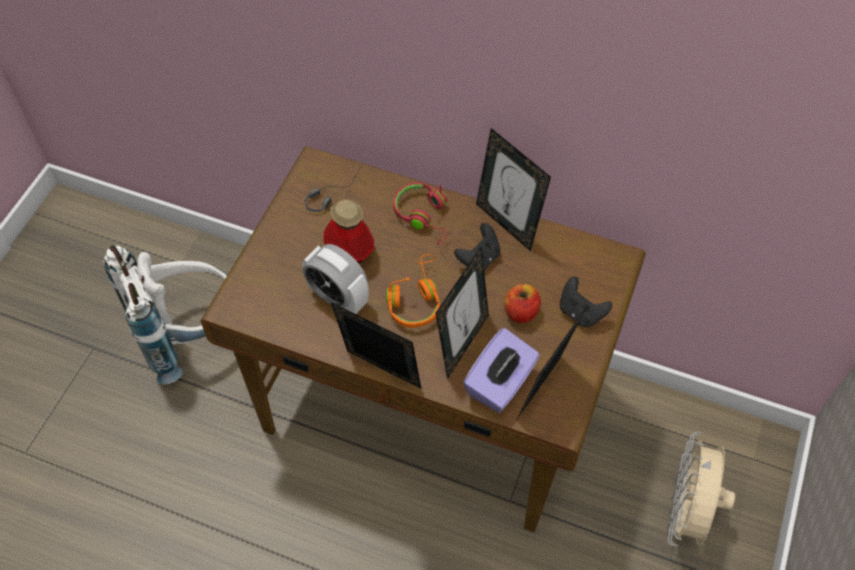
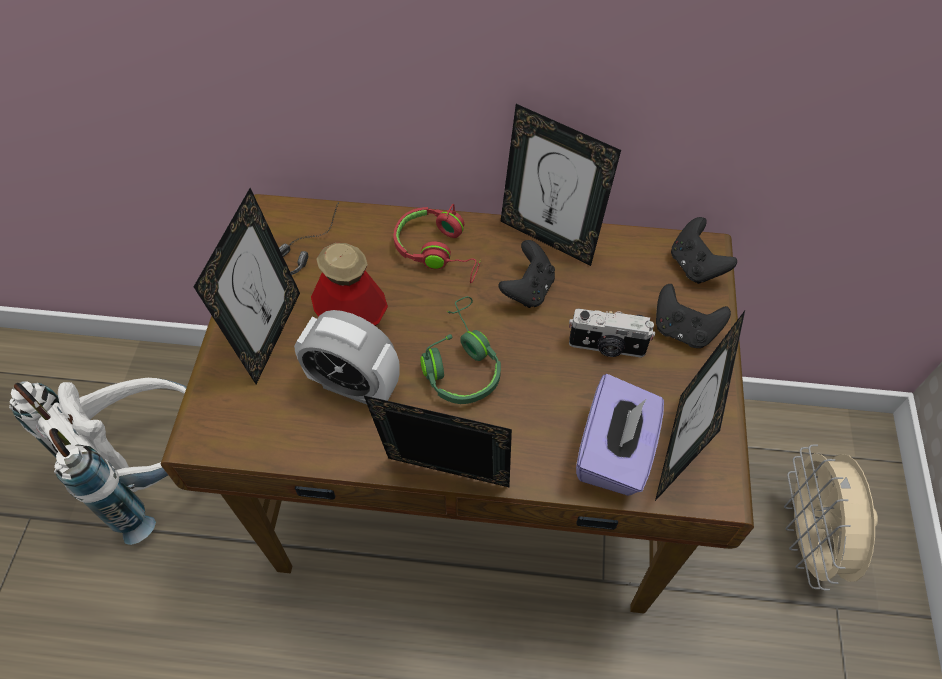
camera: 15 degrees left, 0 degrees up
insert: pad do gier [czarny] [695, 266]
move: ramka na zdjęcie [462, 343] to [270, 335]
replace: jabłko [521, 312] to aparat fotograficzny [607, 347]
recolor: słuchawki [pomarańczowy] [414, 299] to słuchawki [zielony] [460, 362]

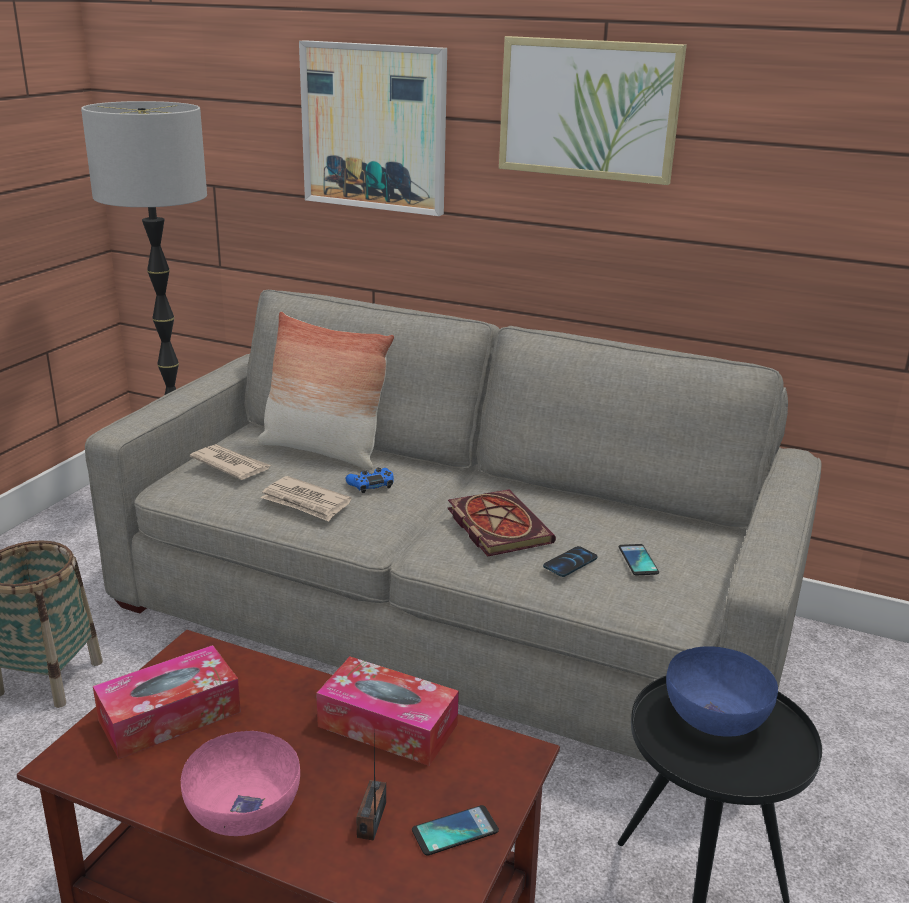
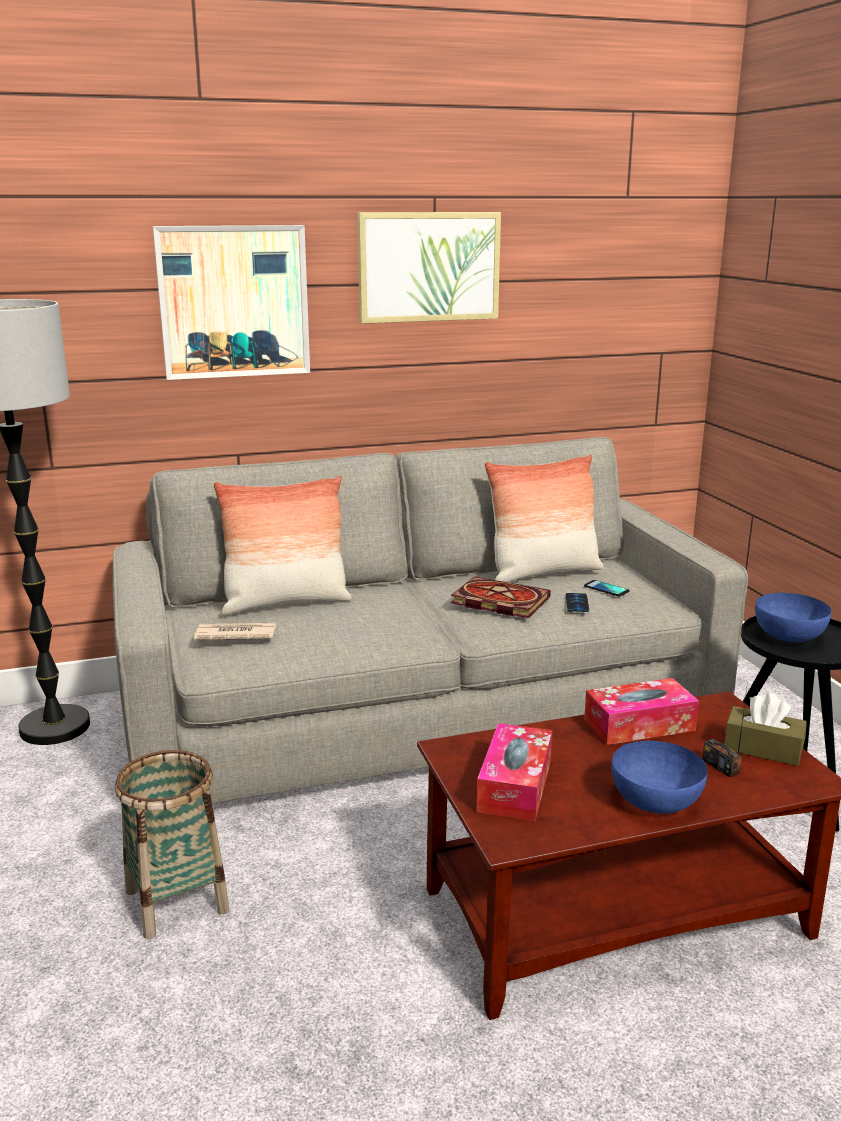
camera: 40 degrees left, 5 degrees down
delete: pad do gier [niebieski] [371, 485]; gazeta [306, 502]
insert: poduszka [543, 573]
replace: telefon [455, 831] to pudełko chusteczek [brązowy] [762, 749]
recolor: miska [różowy] [242, 810] to miska [niebieski] [655, 800]

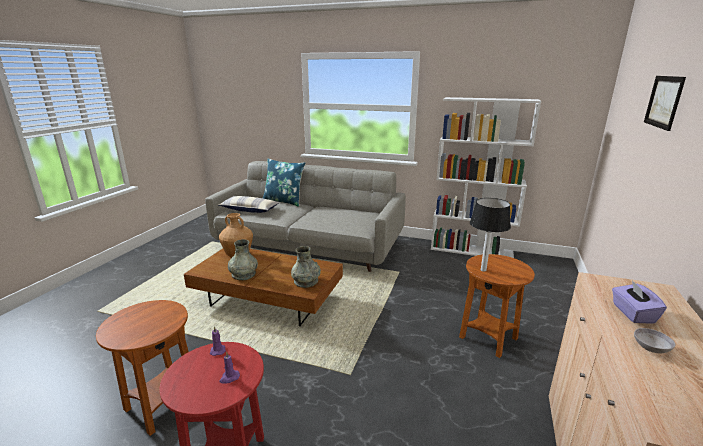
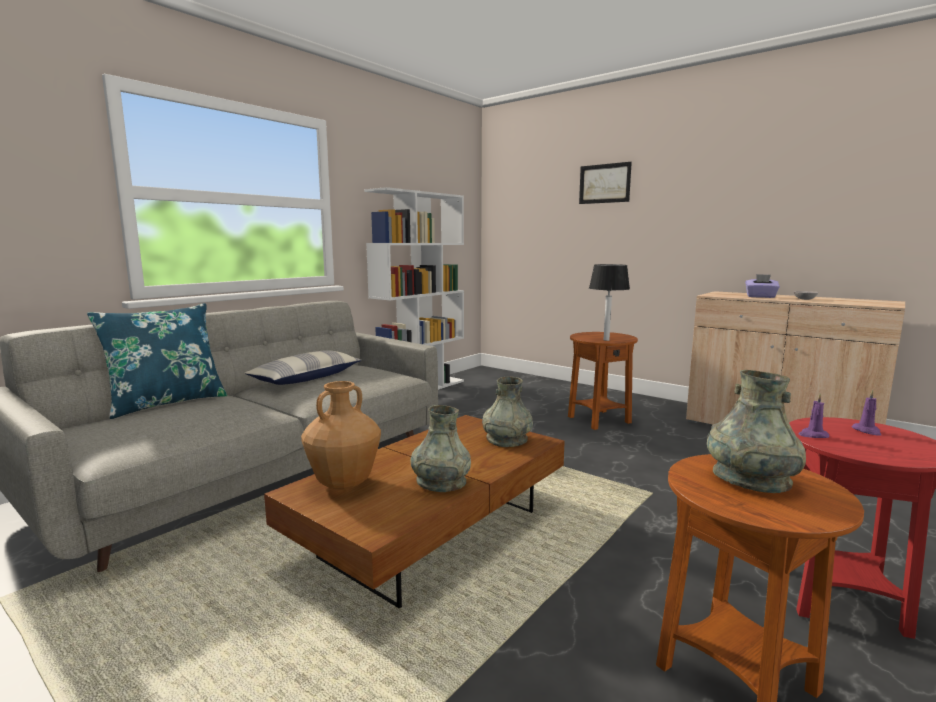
camera: 70 degrees left, 10 degrees down
insert: wazon [szary] [750, 479]
move: poduszka [249, 210] to [306, 378]

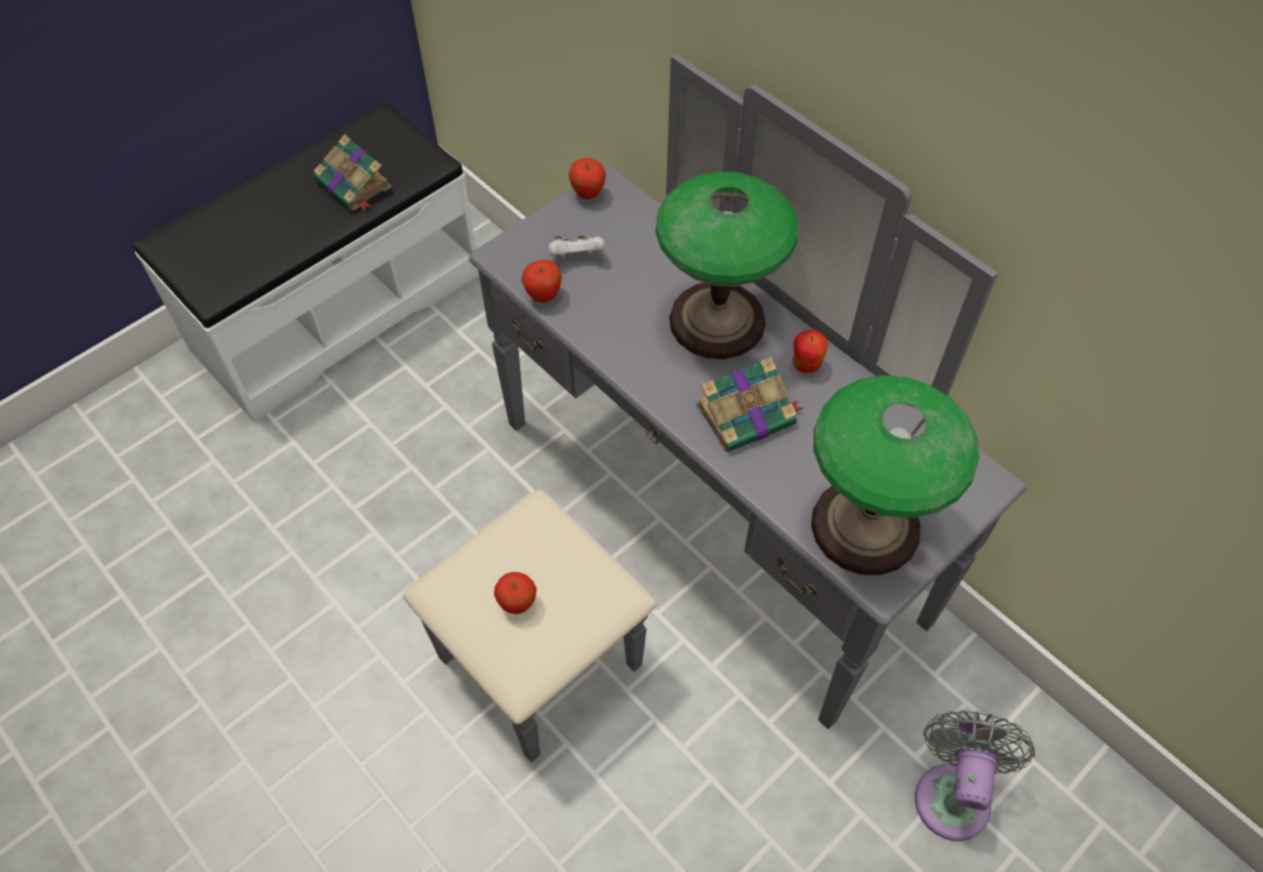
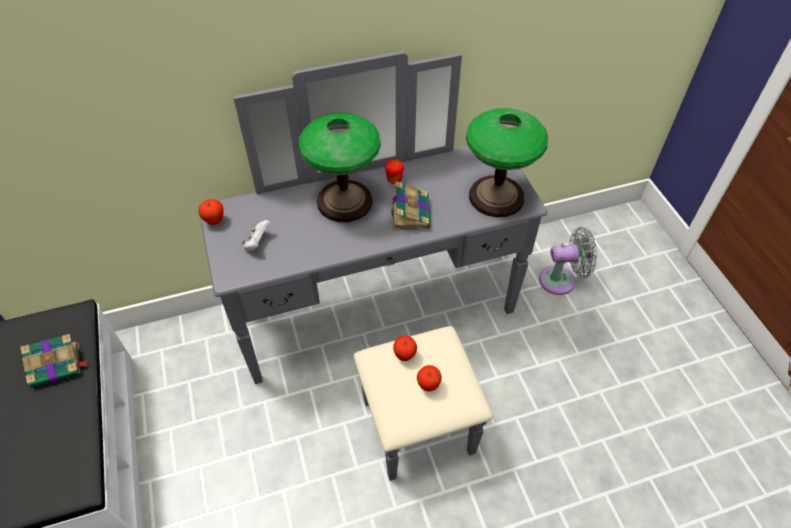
camera: 65 degrees left, 5 degrees down
move: jabłko [543, 296] to [404, 356]
rotate: wentylator [szary] [953, 793] = [561, 280] 135 degrees clockwise

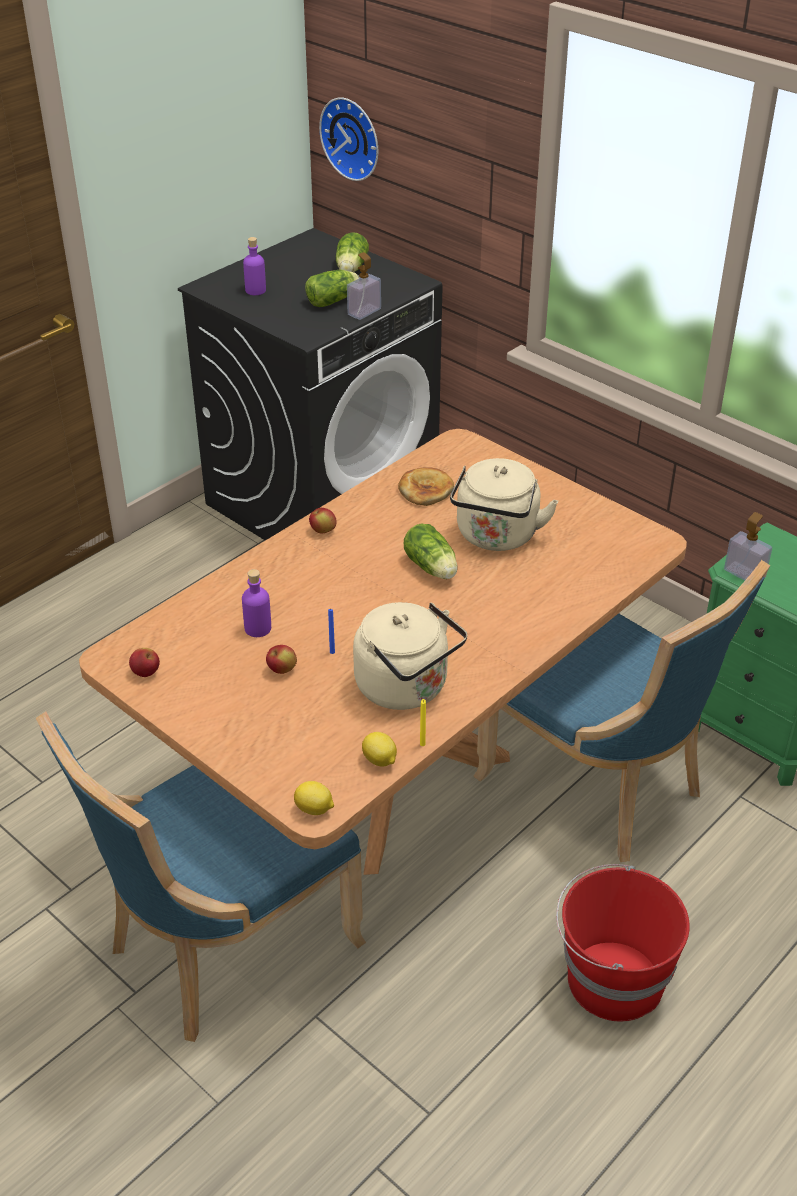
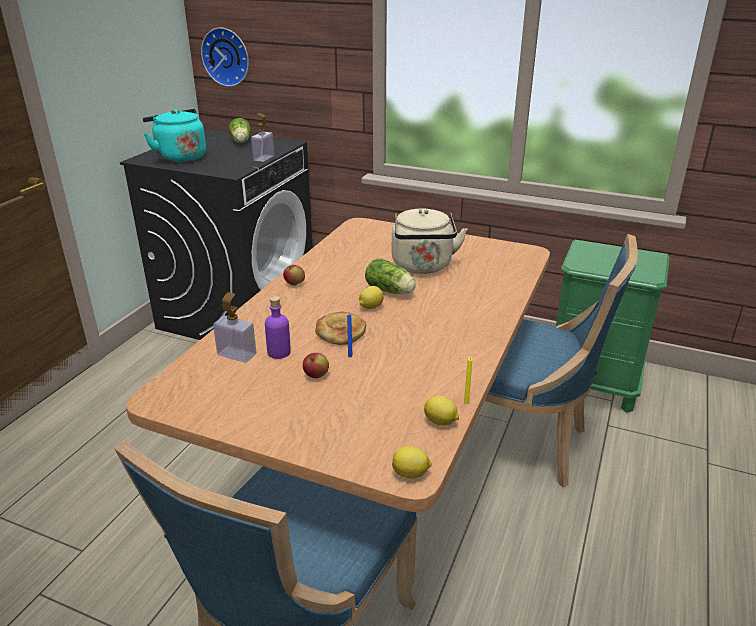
camera: 20 degrees left, 10 degrees down
delete: sałata [334, 300]; czajnik [beżowy] [406, 688]; jabłko [146, 673]; wiadro [czerwony] [612, 980]
insert: cytryna [370, 307]
move: chleb [425, 490] to [340, 331]; dozownik mydła [744, 573] to [237, 354]
replace: butelka [fioletowy] [255, 290] to czajnik [turkusowy] [179, 157]

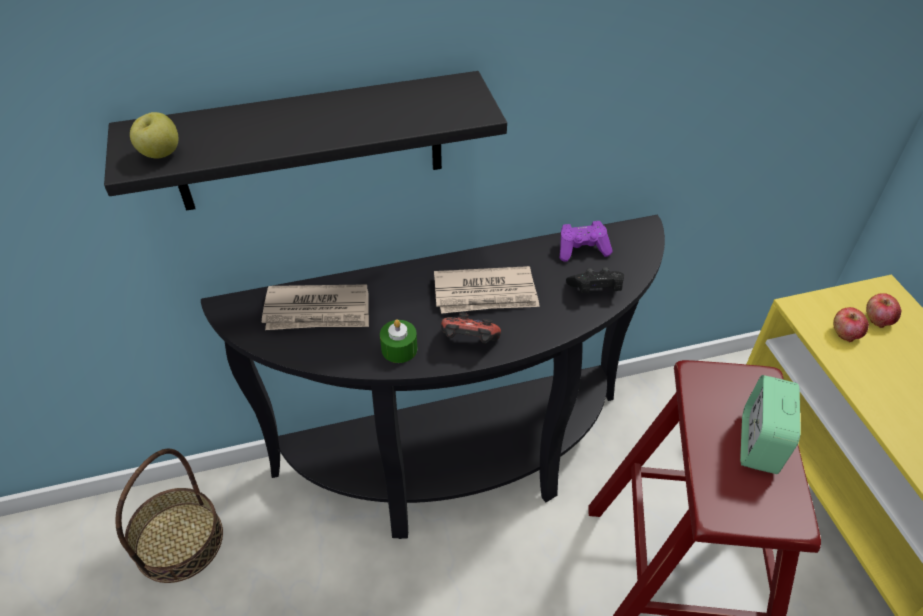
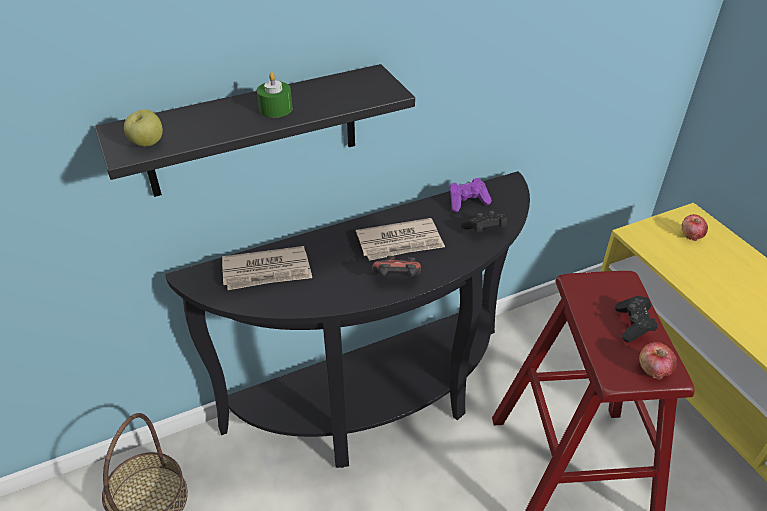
camera: 10 degrees left, 5 degrees down
move: jabłko [845, 333] to [653, 370]; świeca [zielony] [399, 349] to [276, 109]
replace: budzik [759, 444] to pad do gier [czarny] [633, 325]

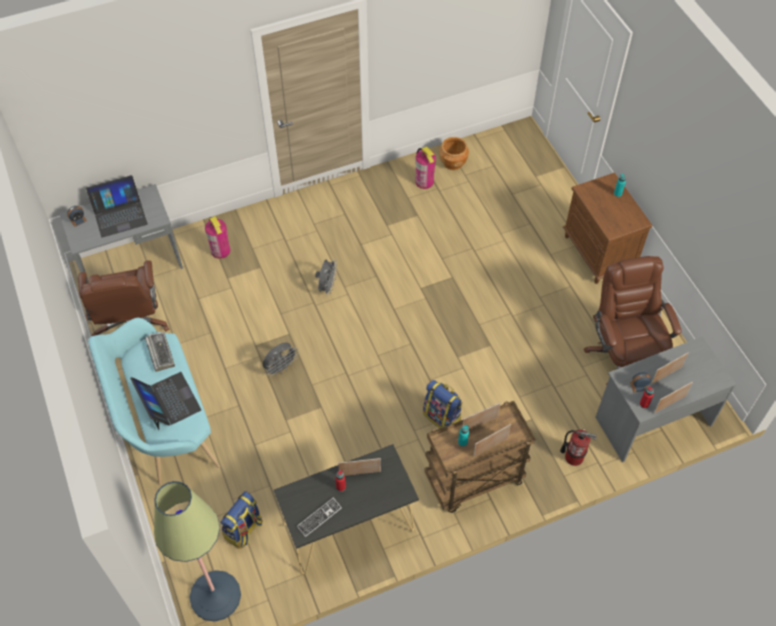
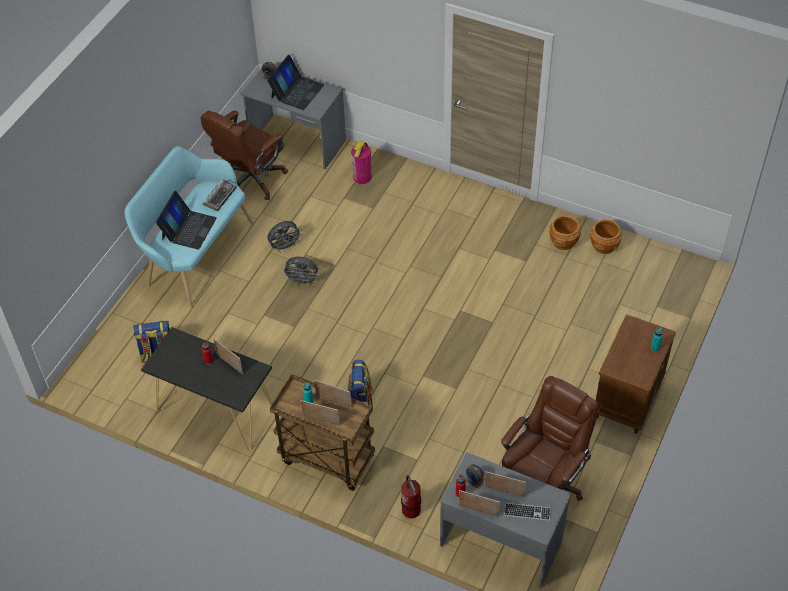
camera: 50 degrees right, 5 degrees down
delete: lampa stojąca [215, 596]
move: wentylator [szary] [327, 287] to [285, 246]; klawiatura [319, 517] to [527, 512]
replace: gaśnica [424, 181] to donica [brązowy] [563, 242]
rotate: laptop [120, 215] = [297, 91] 90 degrees counterclockwise

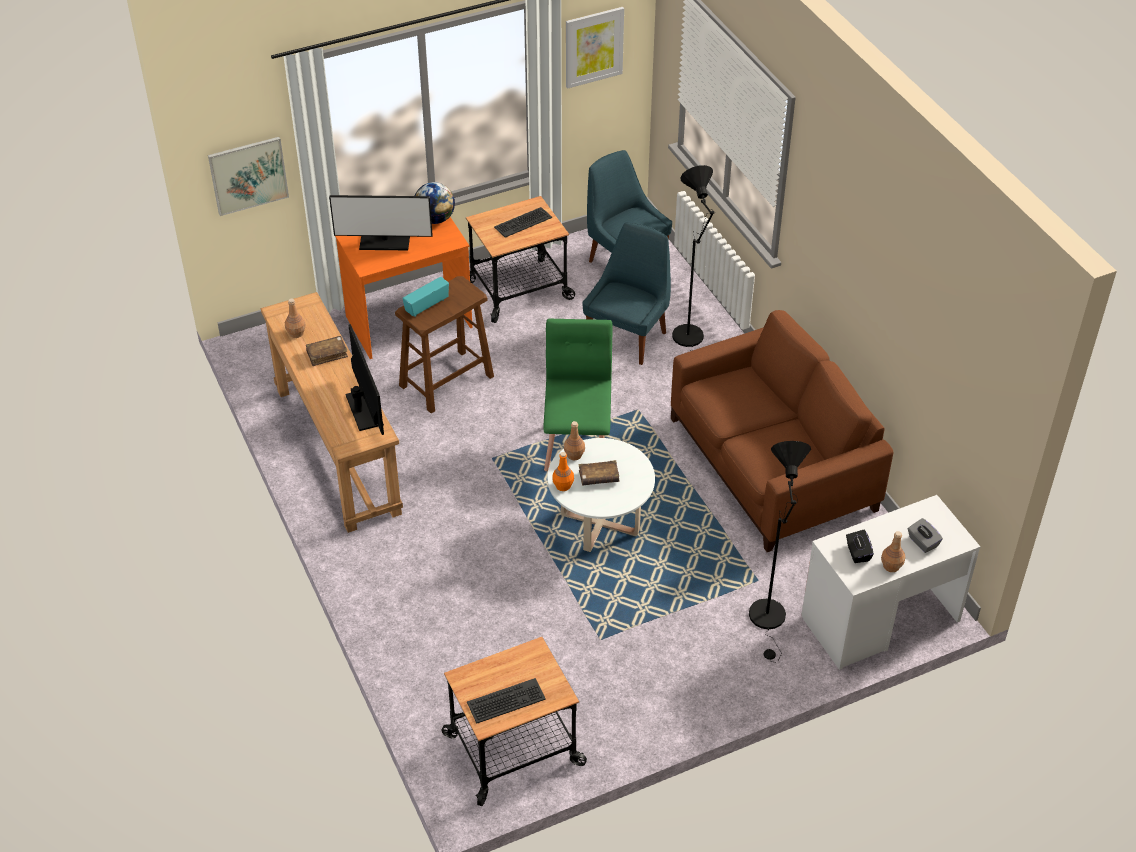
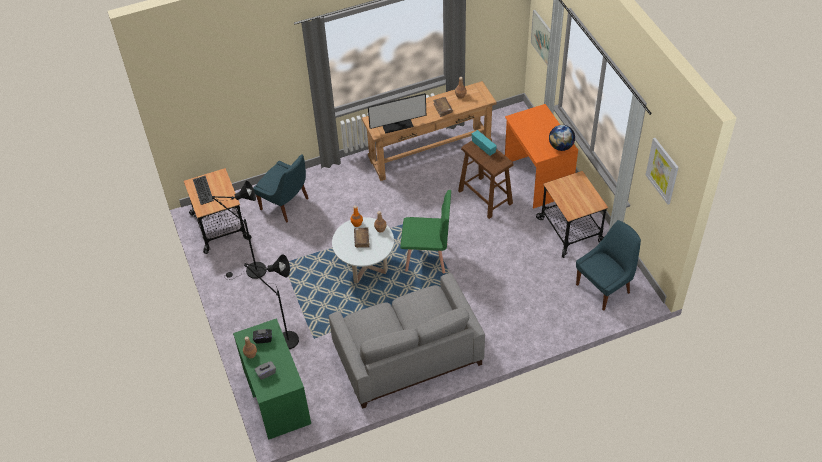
camera: 95 degrees right, 5 degrees up
delete: monitor [384, 243]; klawiatura [523, 222]
move: lampa stojąca [czarny] [691, 340] to [252, 272]; krzesło [niebieski] [628, 337] to [286, 205]
recolor: kanapa [brązowy] [771, 464] to kanapa [szary] [407, 354]; biurko [biały] [880, 619] to biurko [zielony] [276, 397]

